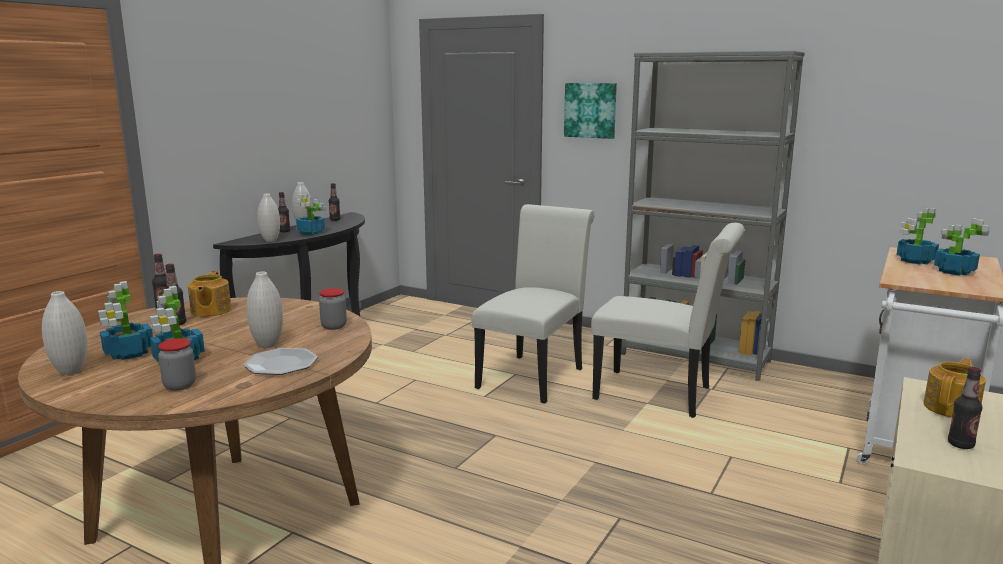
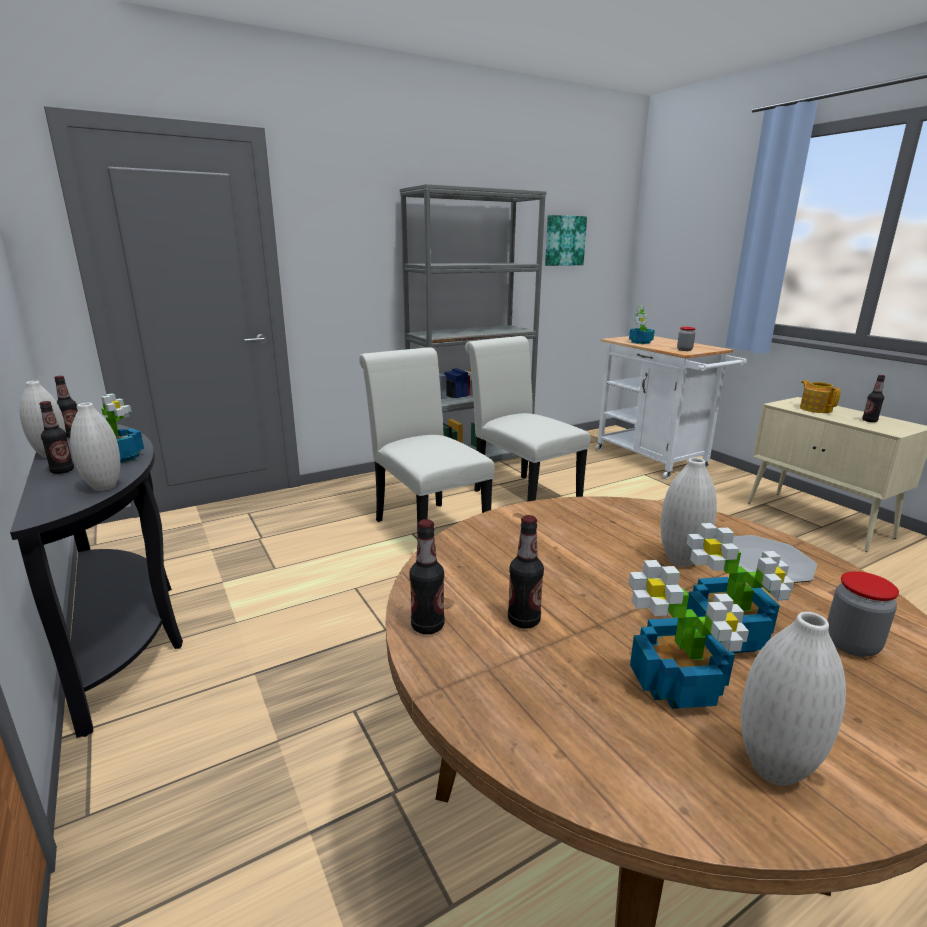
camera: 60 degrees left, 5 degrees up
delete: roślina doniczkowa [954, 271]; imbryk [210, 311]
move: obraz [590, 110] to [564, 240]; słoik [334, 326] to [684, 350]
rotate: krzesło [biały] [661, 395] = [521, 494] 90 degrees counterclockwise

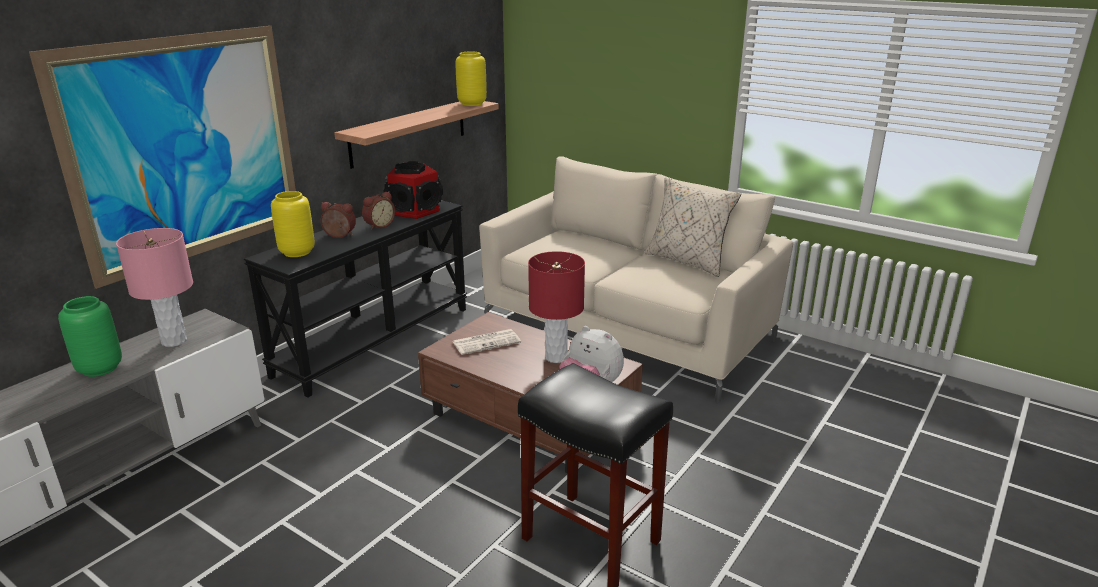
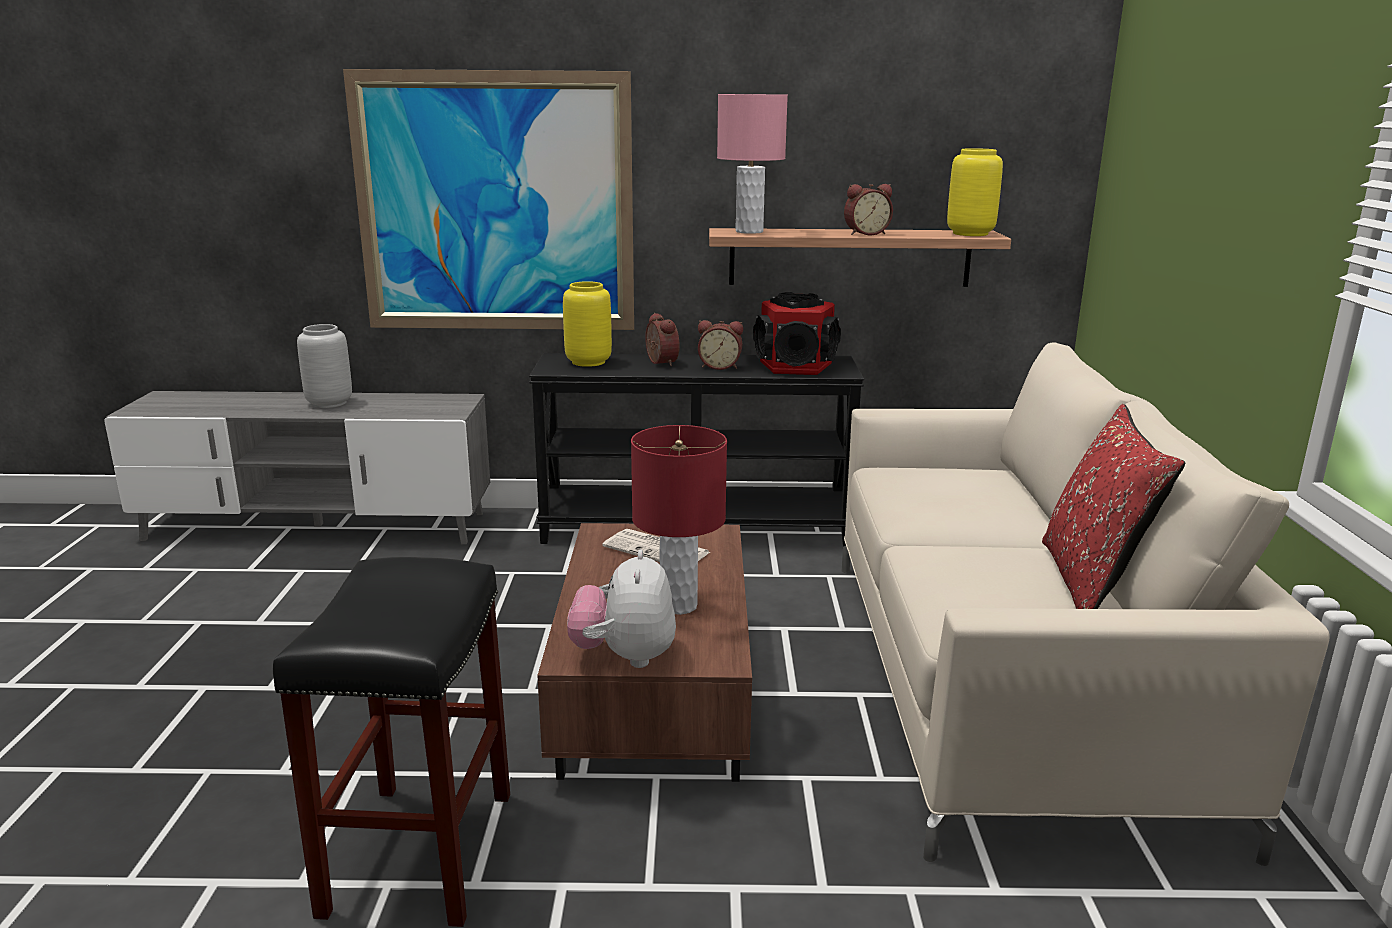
camera: 55 degrees right, 5 degrees down
insert: budzik [865, 233]
move: lampa stołowa [różowy] [174, 341] to [749, 231]
recolor: poduszka [beżowy] [687, 261] to poduszka [czerwony] [1092, 583]; wazon [zielony] [99, 368] to wazon [szary] [329, 403]

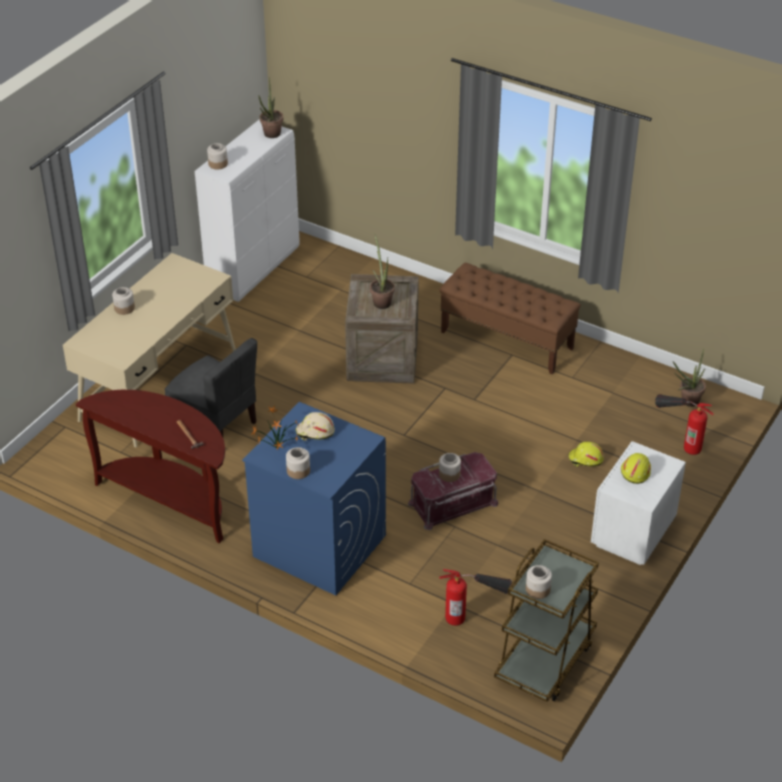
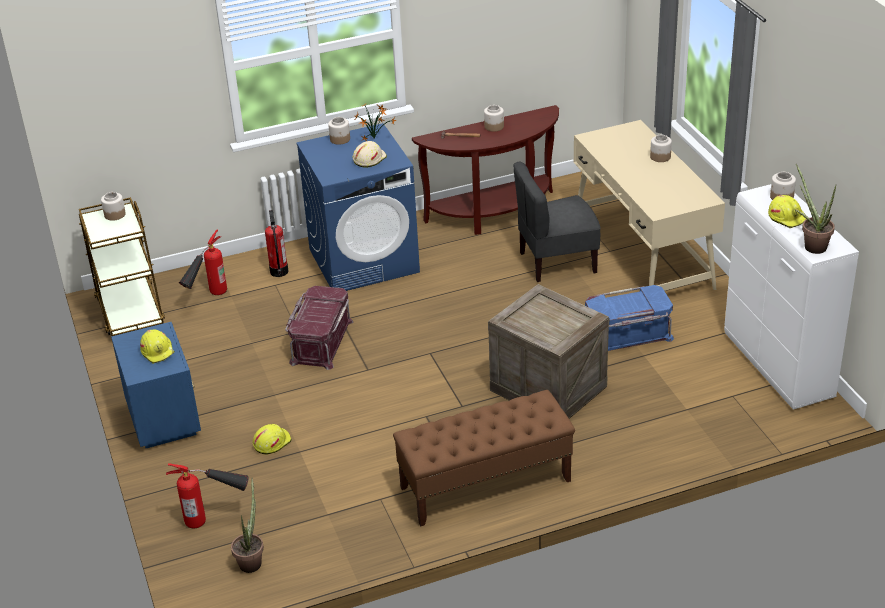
camera: 130 degrees right, 5 degrees down
delete: roślina doniczkowa [381, 301]
insert: kask [żółty] [787, 217]; gaśnica [279, 271]; pojemnik do przechowywania [niebieski] [627, 335]
move: słoik [449, 474] to [494, 126]
recolor: szafka nocna [biały] [631, 534] to szafka nocna [niebieski] [164, 419]

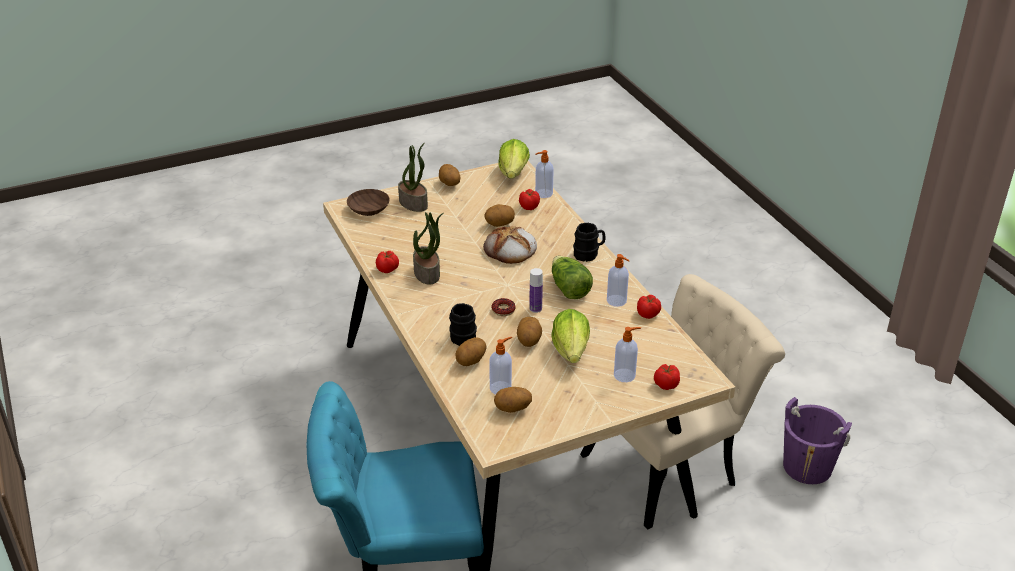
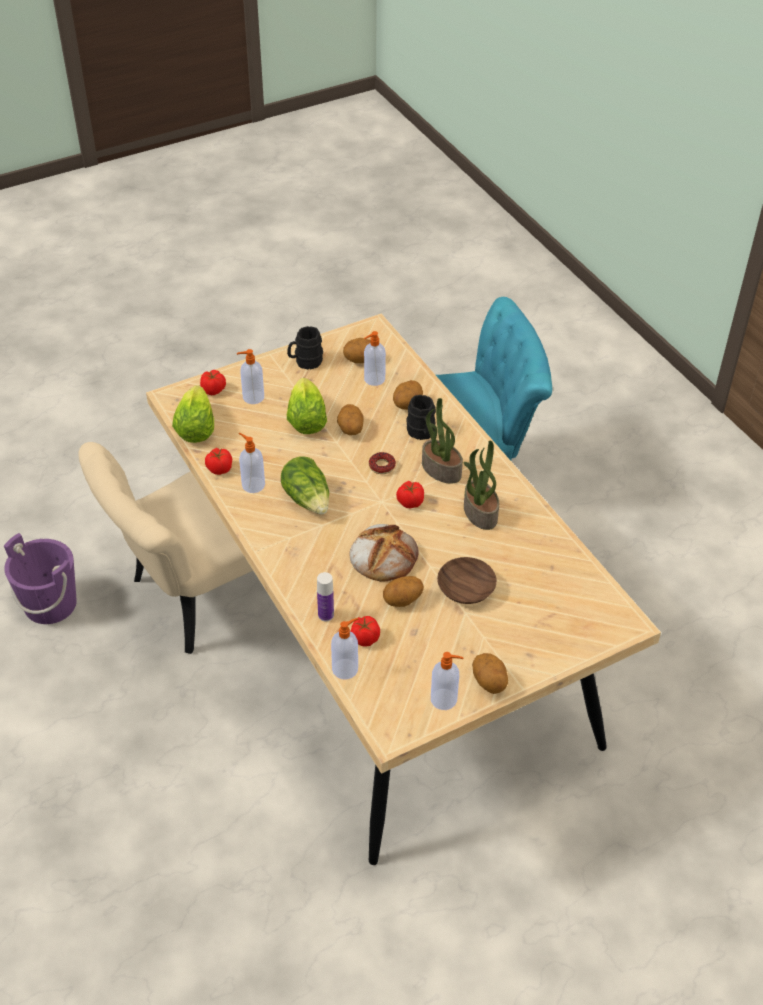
camera: 175 degrees right, 10 degrees up
insert: dozownik mydła [445, 699]
move: sałata [513, 173] to [195, 429]; roślina doniczkowa [414, 203] to [440, 470]; miska [brązowy] [367, 209] to [467, 589]; kubek [czarny] [589, 254] to [305, 362]; pomidor [388, 269] to [409, 502]; butelka [535, 309] to [326, 615]

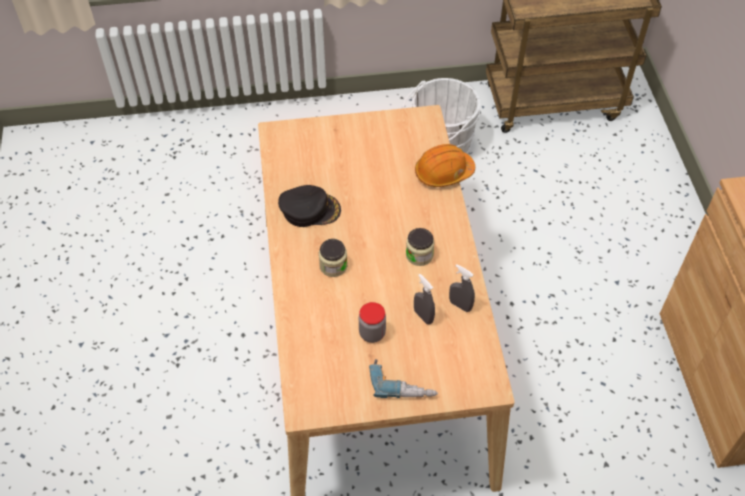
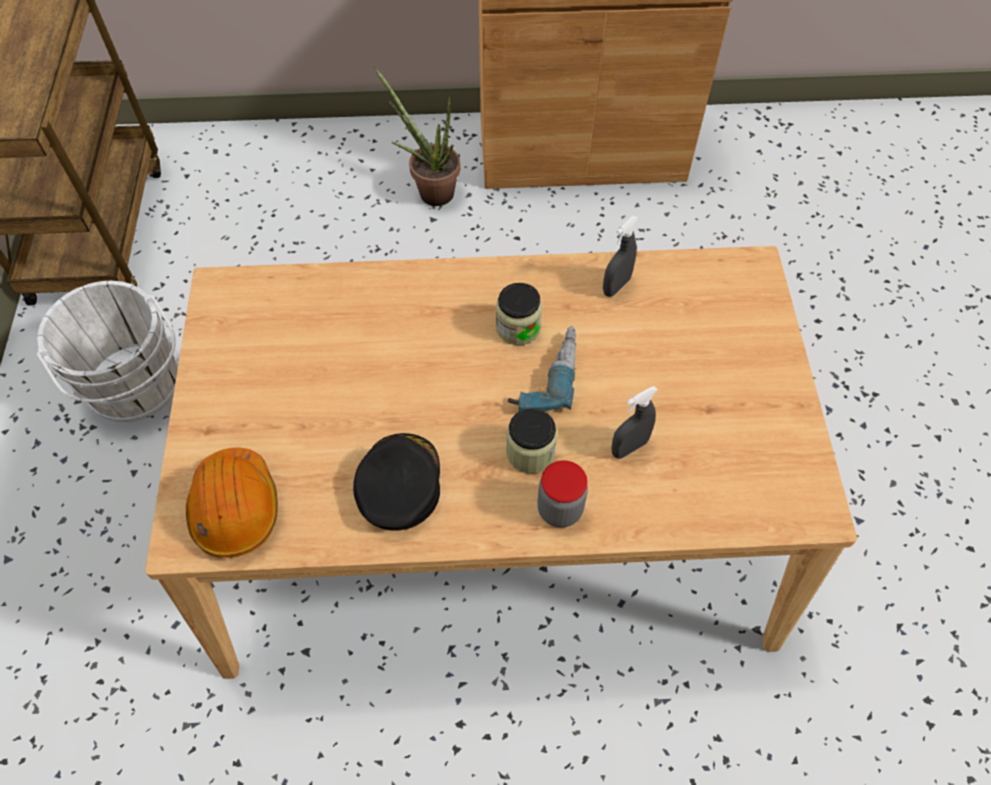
camera: 85 degrees left, 5 degrees up
insert: roślina doniczkowa [430, 190]
move: kask [pomarańczowy] [443, 173] to [235, 508]; spryskiwacz [szary] [423, 316] to [629, 447]; słoik [372, 333] to [560, 509]; wiertarka [403, 383] to [544, 374]

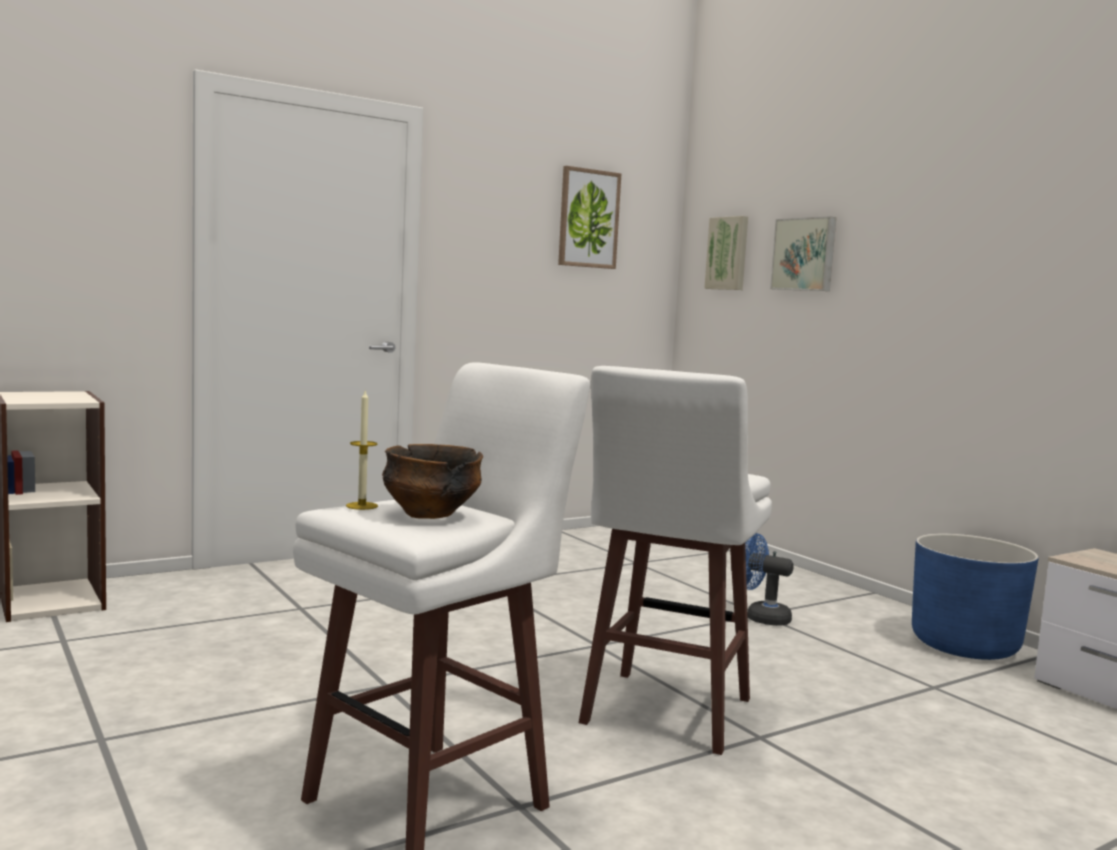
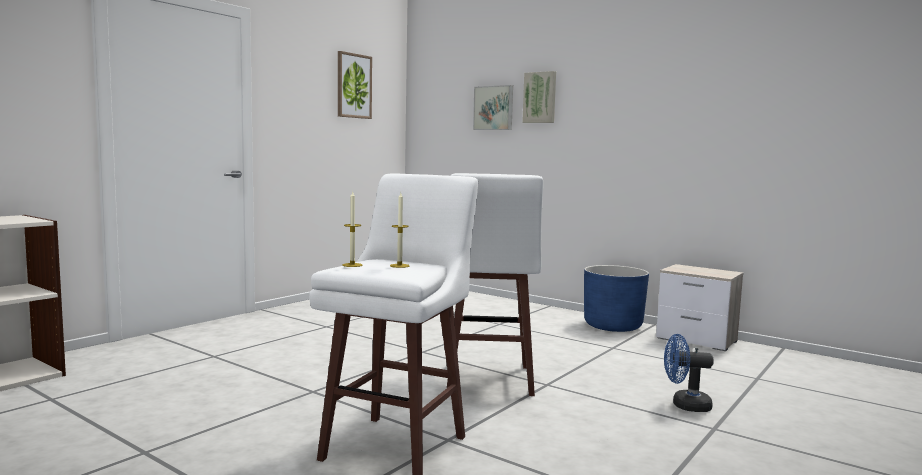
camera: 20 degrees left, 0 degrees up
move: obraz [728, 253] to [540, 97]; wentylator [niebieski] [761, 617] to [685, 405]
replace: miska [430, 514] to świeca [399, 266]

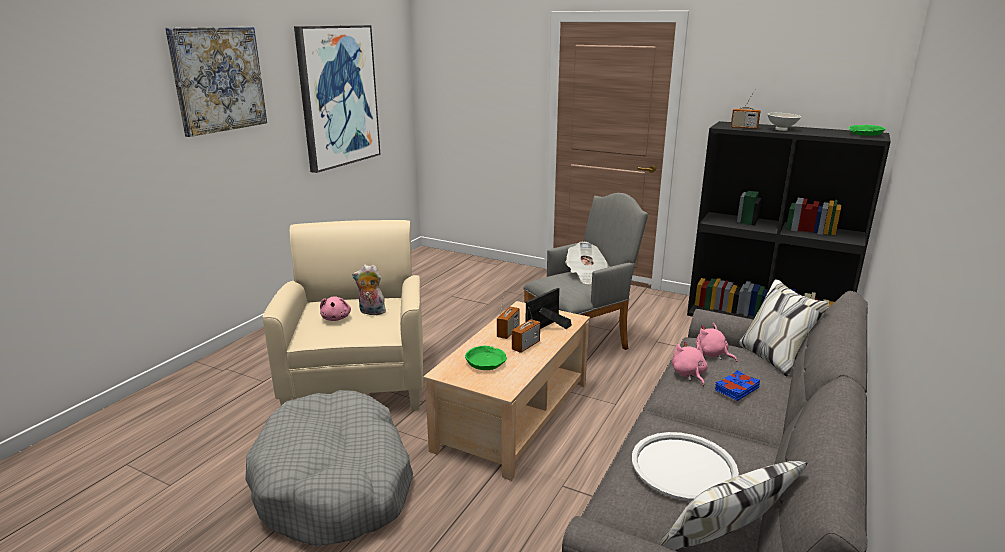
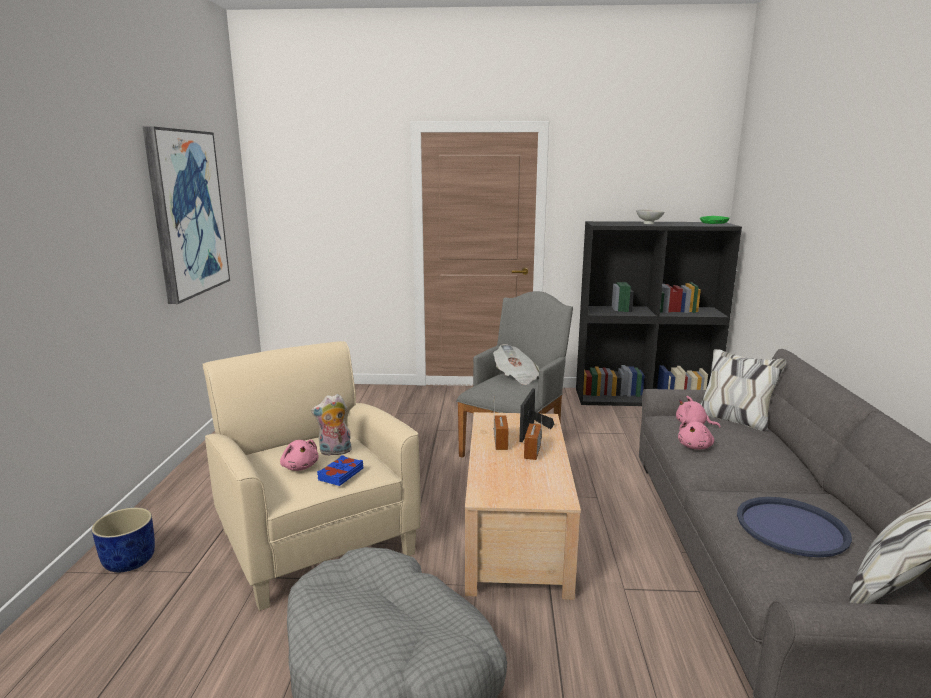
camera: 25 degrees left, 5 degrees down
delete: obraz [218, 79]; radio [744, 128]; miska [zielony] [486, 363]
insert: donica [niebieski] [130, 561]
move: książka [niebieski] [736, 389] to [340, 474]
recolor: taca [biały] [683, 467] to taca [niebieski] [791, 527]
rotate: pluszak [różowy] [689, 374] = [695, 446] 105 degrees counterclockwise

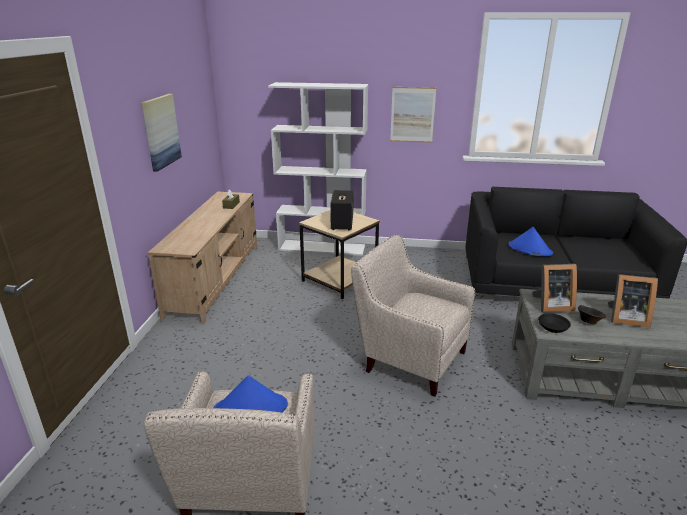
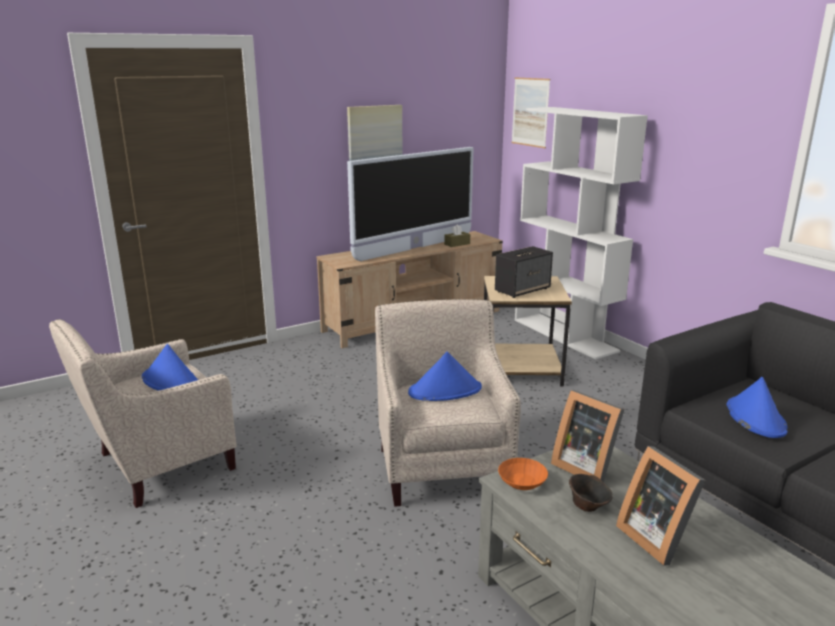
camera: 50 degrees right, 5 degrees down
insert: telewizor [414, 248]; kapelusz [niebieski] [445, 391]
move: obraz [412, 115] to [530, 112]
recolor: miska [czarny] [552, 327] to miska [pomarańczowy] [522, 481]

